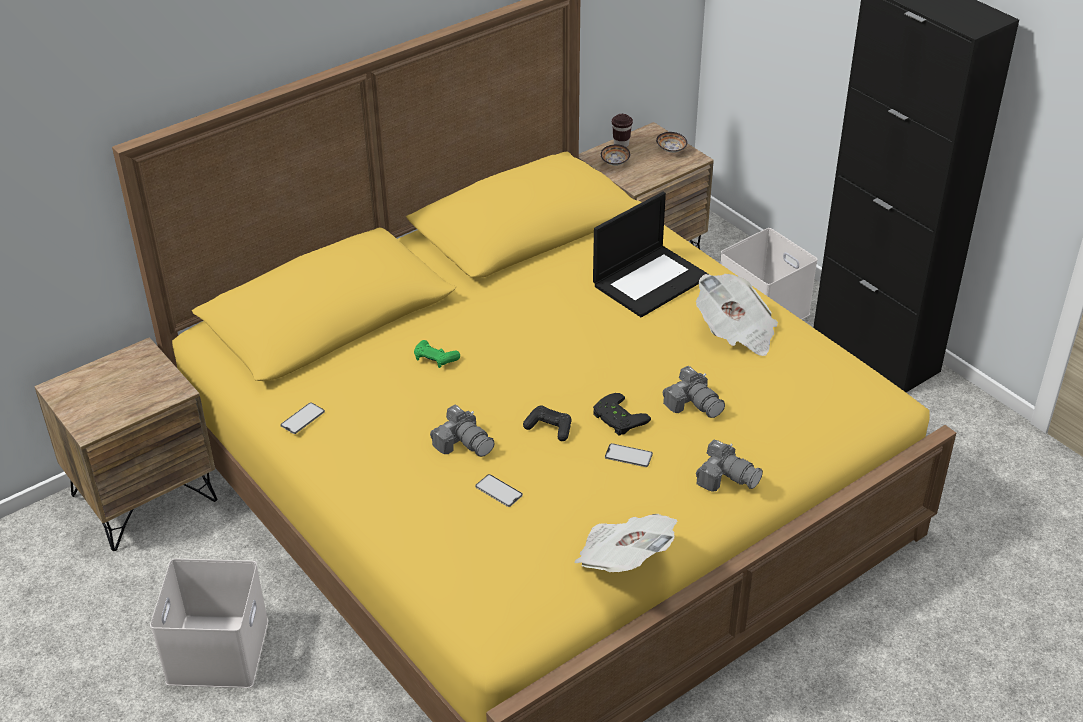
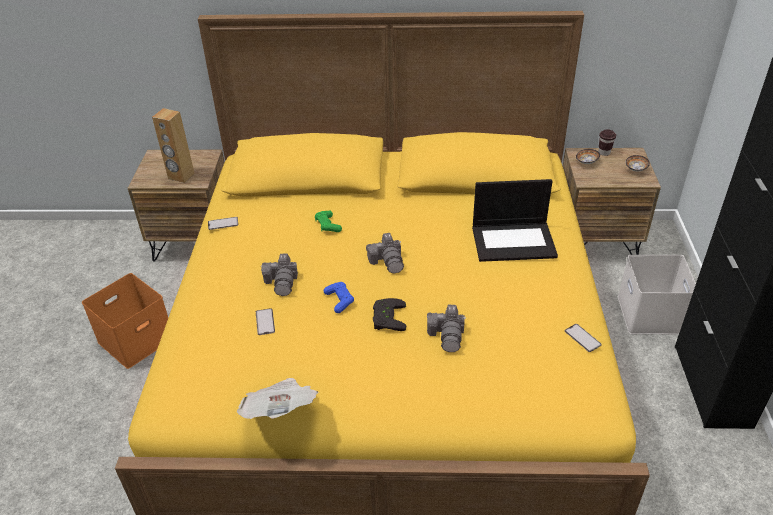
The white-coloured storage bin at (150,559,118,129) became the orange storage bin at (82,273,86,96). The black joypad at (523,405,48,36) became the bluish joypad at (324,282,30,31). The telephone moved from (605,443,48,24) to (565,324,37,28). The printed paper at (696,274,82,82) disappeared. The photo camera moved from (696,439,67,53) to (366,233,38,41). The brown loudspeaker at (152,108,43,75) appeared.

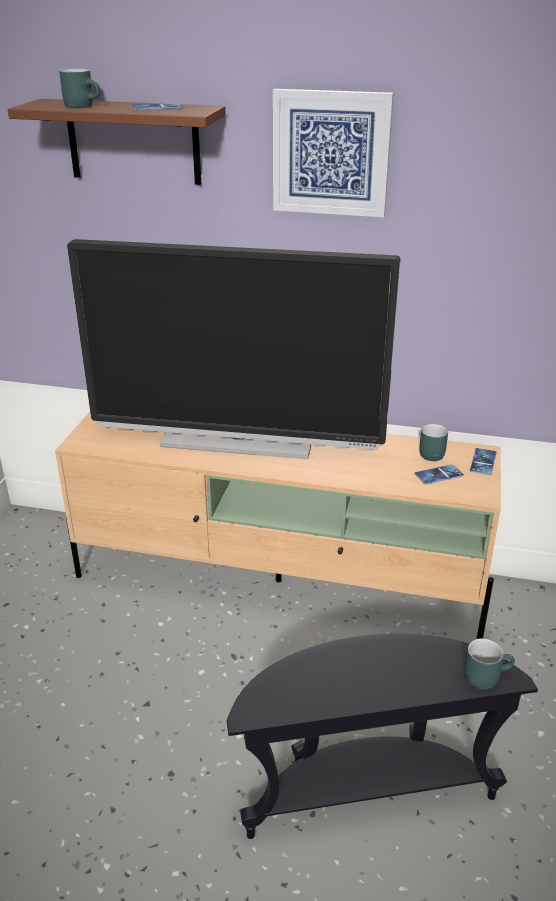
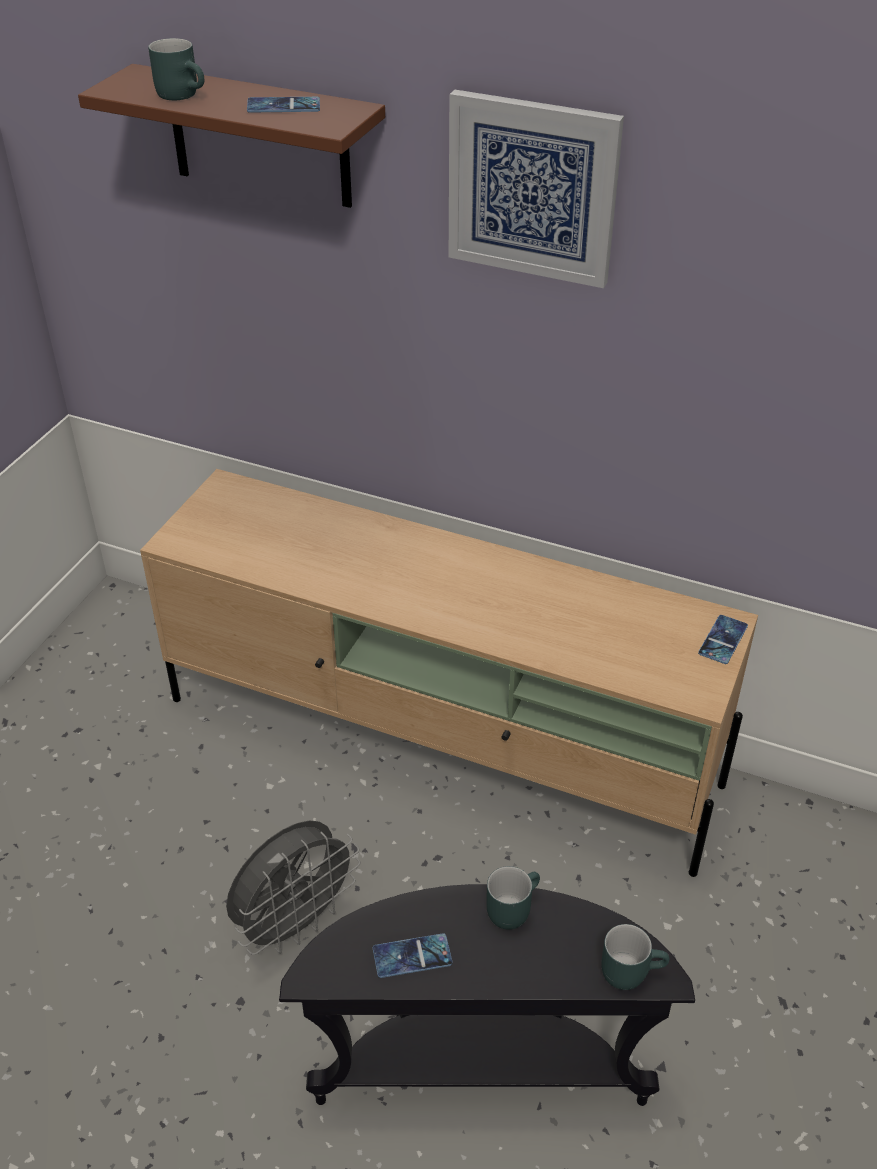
The television at (67,239,333,220) disappeared. The telephone moved from (415,464,49,20) to (373,933,80,45). The blue-green mug moved from (419,424,29,37) to (486,866,54,64). The gray electric fan at (226,821,134,134) appeared.

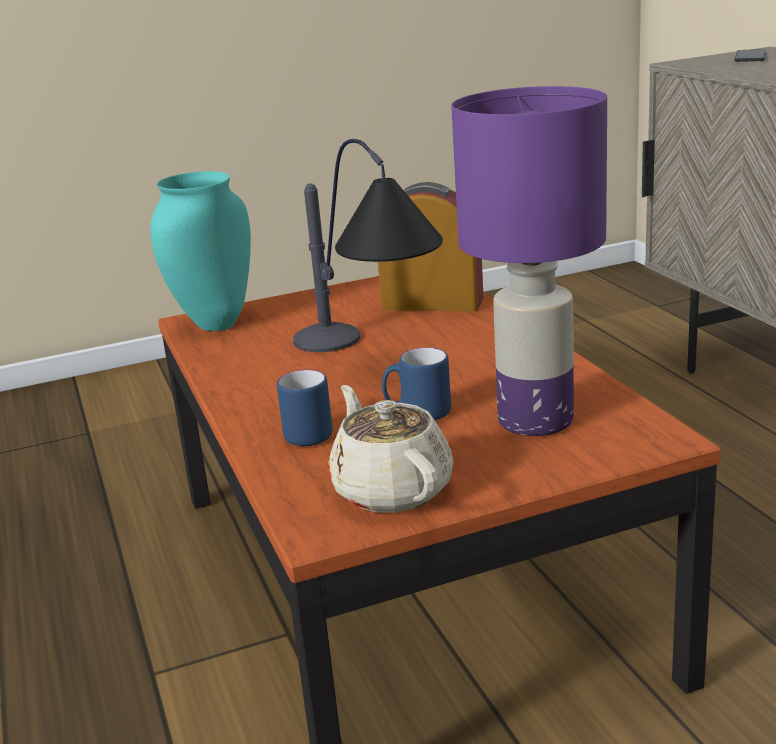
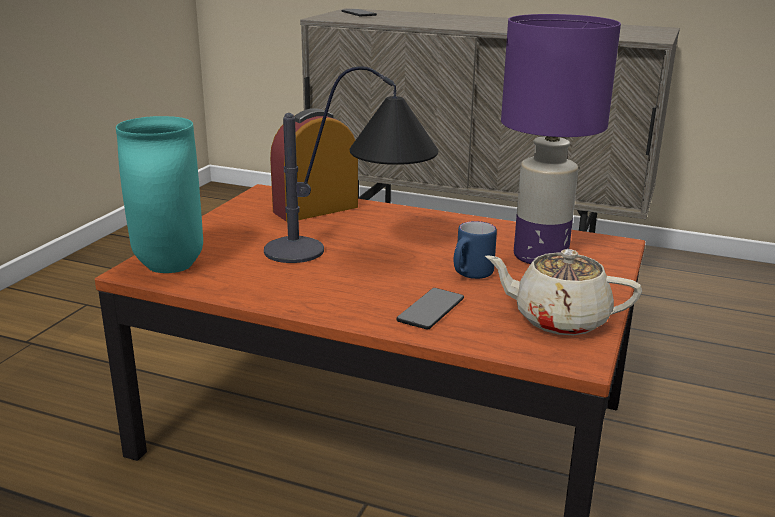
The bluish mug at (277,370,56,76) was replaced by the telephone at (397,288,67,42).

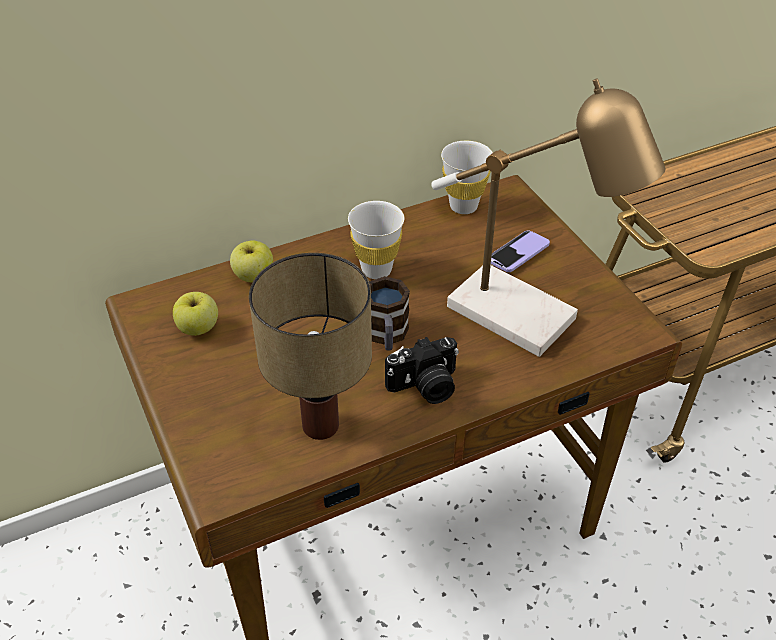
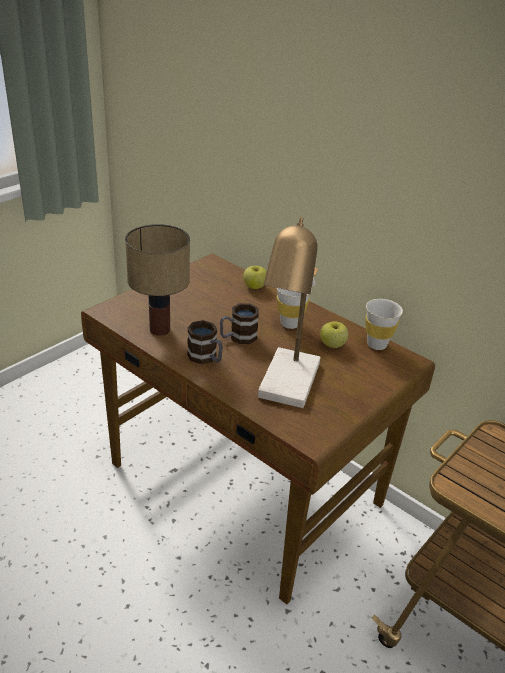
The apple moved from (173,292,45,44) to (320,321,28,27). The photo camera at (385,337,74,67) was replaced by the mug at (187,320,36,44). The telephone at (491,231,59,41) disappeared.

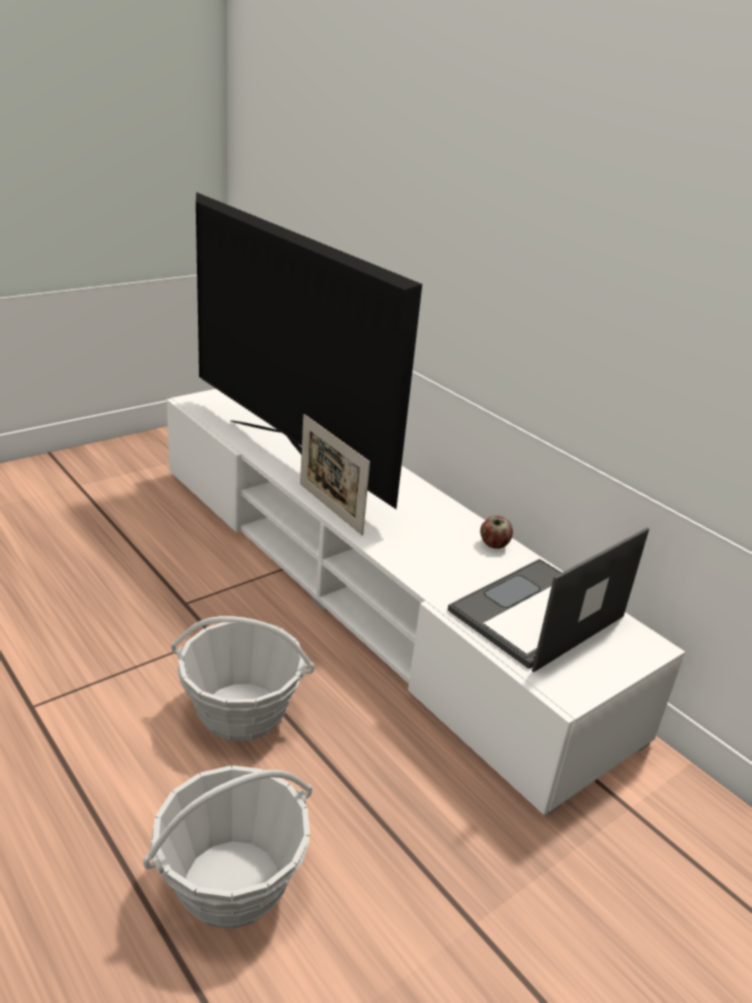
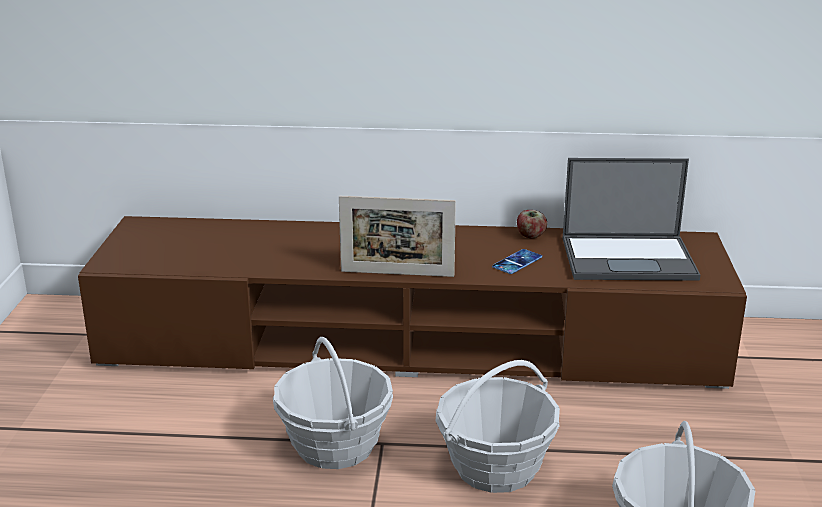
The white-coloured tv unit at (167,389,518,426) became the brown tv unit at (78,216,669,173). The television at (196,192,226,317) disappeared. The portable computer at (448,527,201,145) turned 90 degrees counterclockwise. The household basket at (273,337,120,132) appeared. The telephone at (492,249,50,25) appeared.

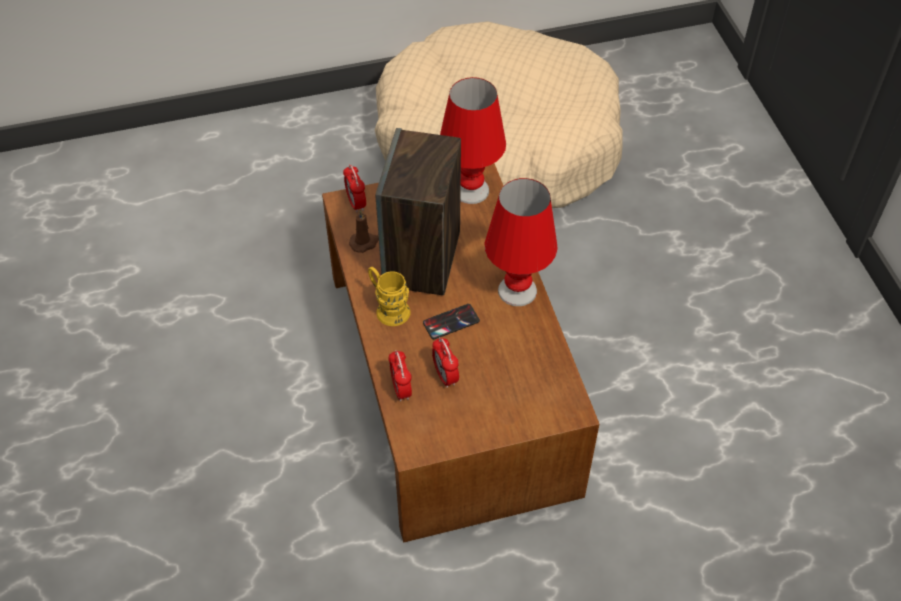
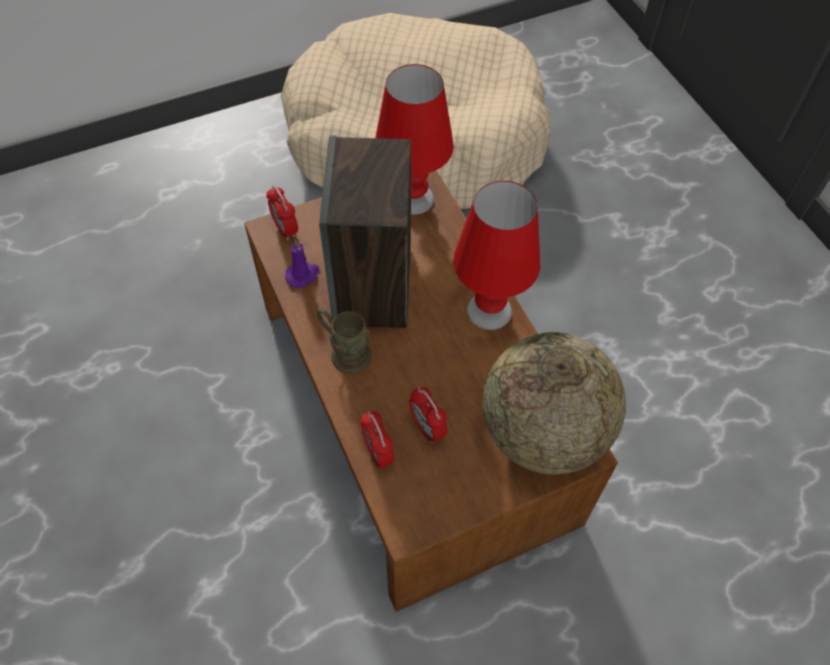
The brown wax light at (349,210,30,43) became the purplish wax light at (285,239,34,49). The yellow-coloured mug at (368,267,43,59) became the brown mug at (317,308,55,66). The telephone at (423,304,57,35) disappeared. The desk globe at (482,332,144,142) appeared.

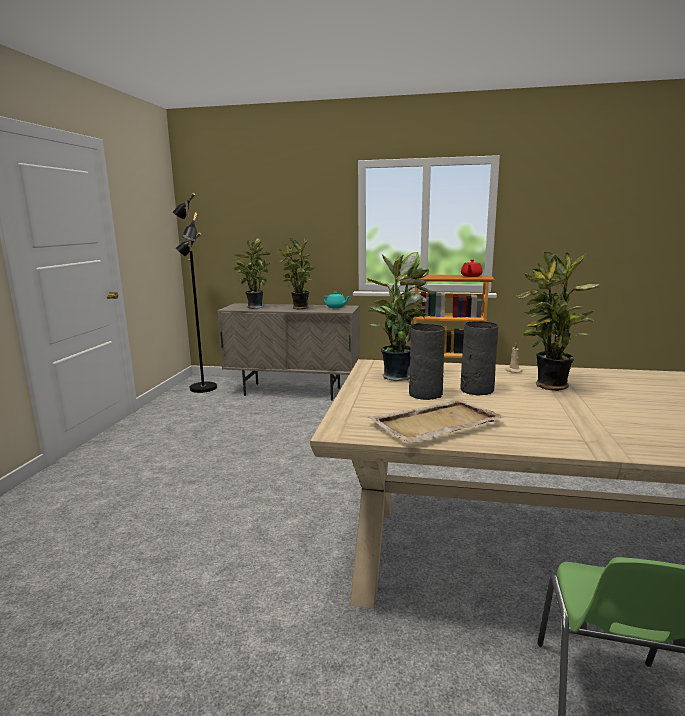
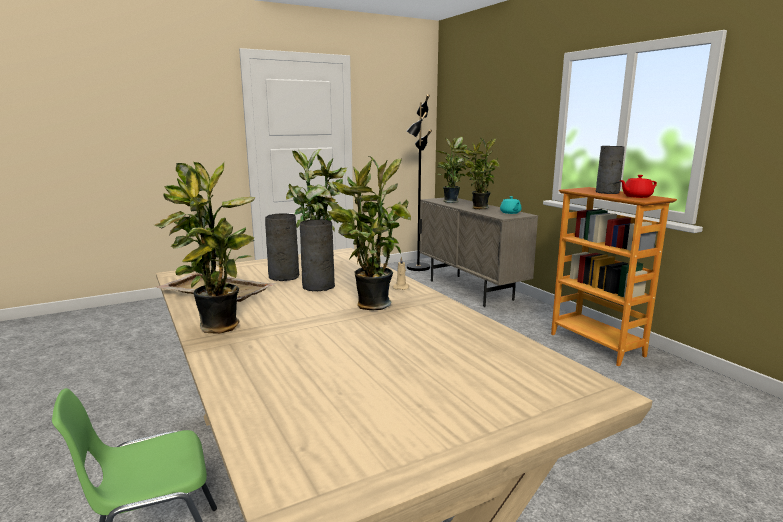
The plant in a pot at (155,161,100,173) appeared. The gray decorative vase at (596,146,29,48) appeared.

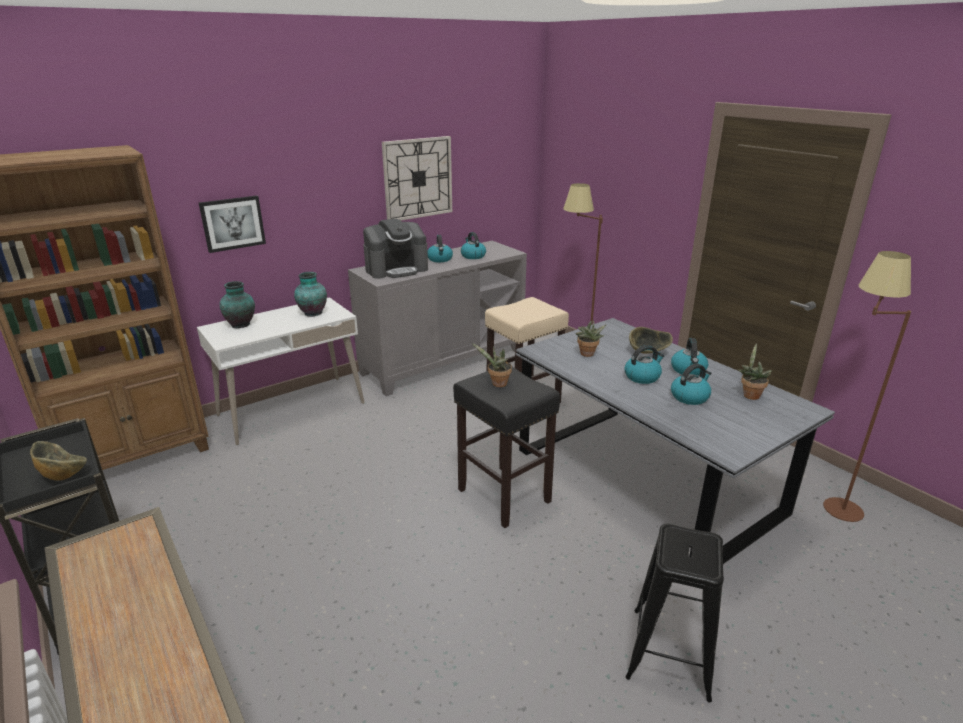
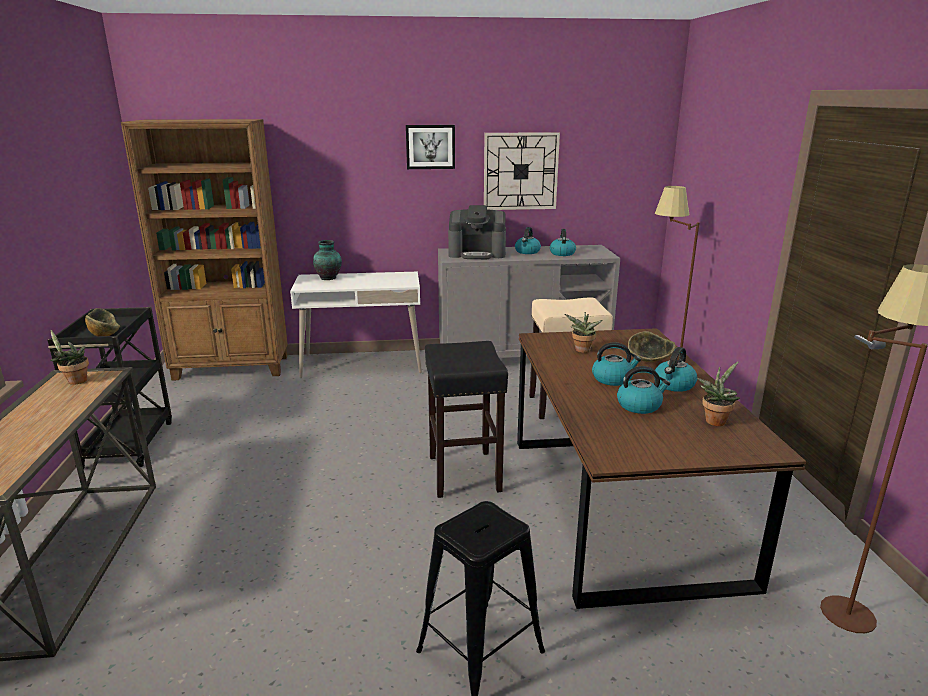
The wall art moved from (199,196,67,57) to (406,125,49,44). The decorative vase at (294,272,33,45) disappeared. The plant in a pot moved from (472,343,40,44) to (50,330,39,55). The gray kitchen table at (516,318,319,246) became the brown kitchen table at (517,328,289,281).

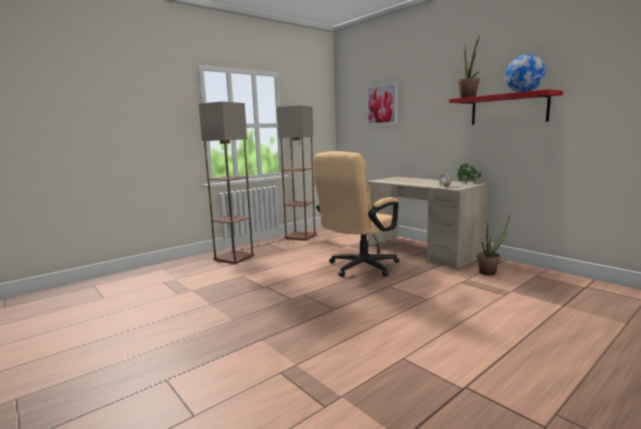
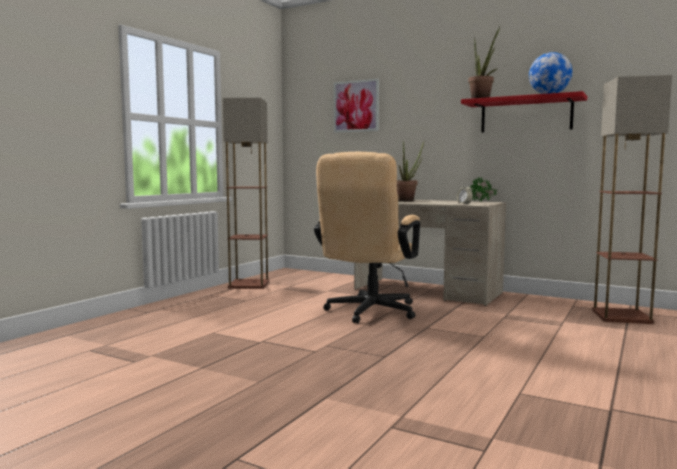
The standard lamp moved from (199,101,55,163) to (592,75,80,249). The plant in a pot moved from (477,216,33,59) to (397,141,27,61).

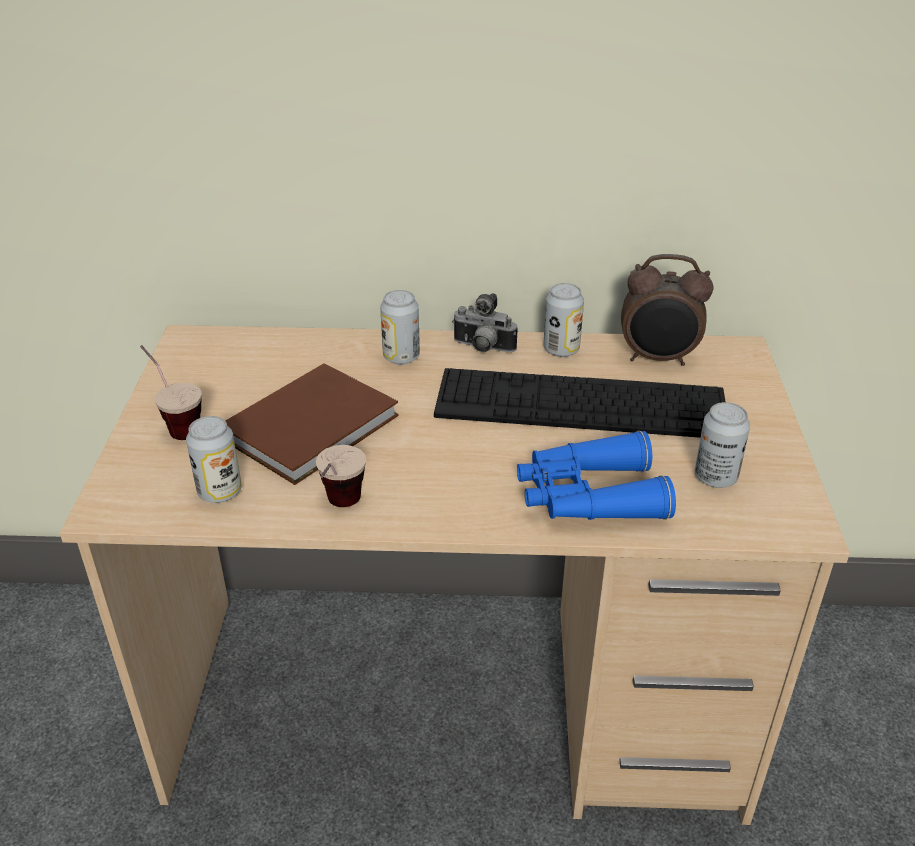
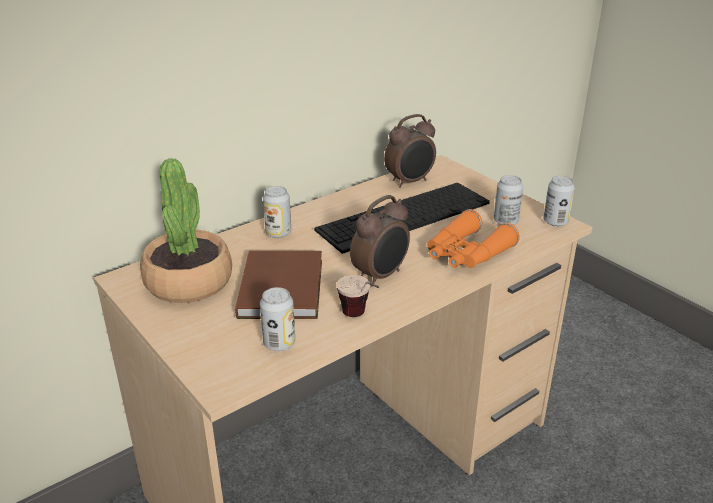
The cup at (140,345,62,95) disappeared. The photo camera at (452,293,65,59) disappeared. The bluish pair of binoculars at (517,431,159,89) became the orange pair of binoculars at (427,209,93,59). The can moved from (543,283,41,74) to (544,176,31,51). The plant in a pot at (140,158,92,145) appeared. The alarm clock at (350,195,60,92) appeared.

